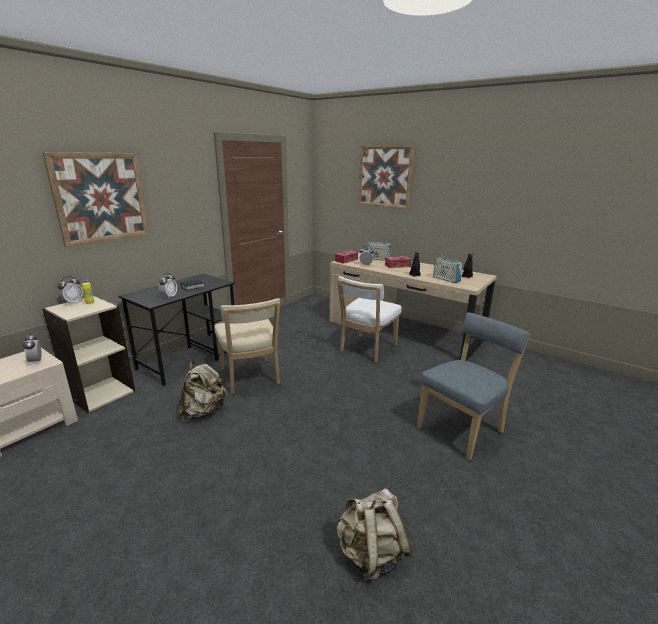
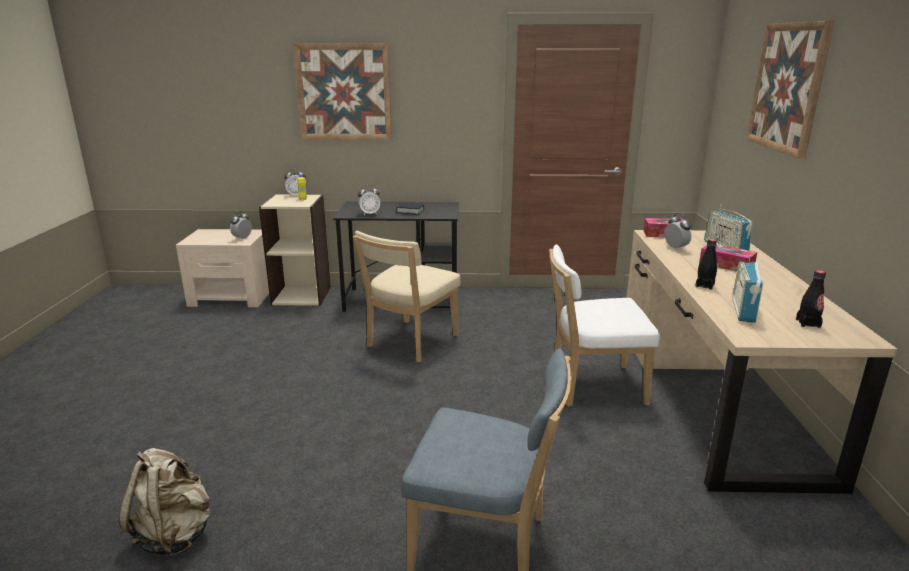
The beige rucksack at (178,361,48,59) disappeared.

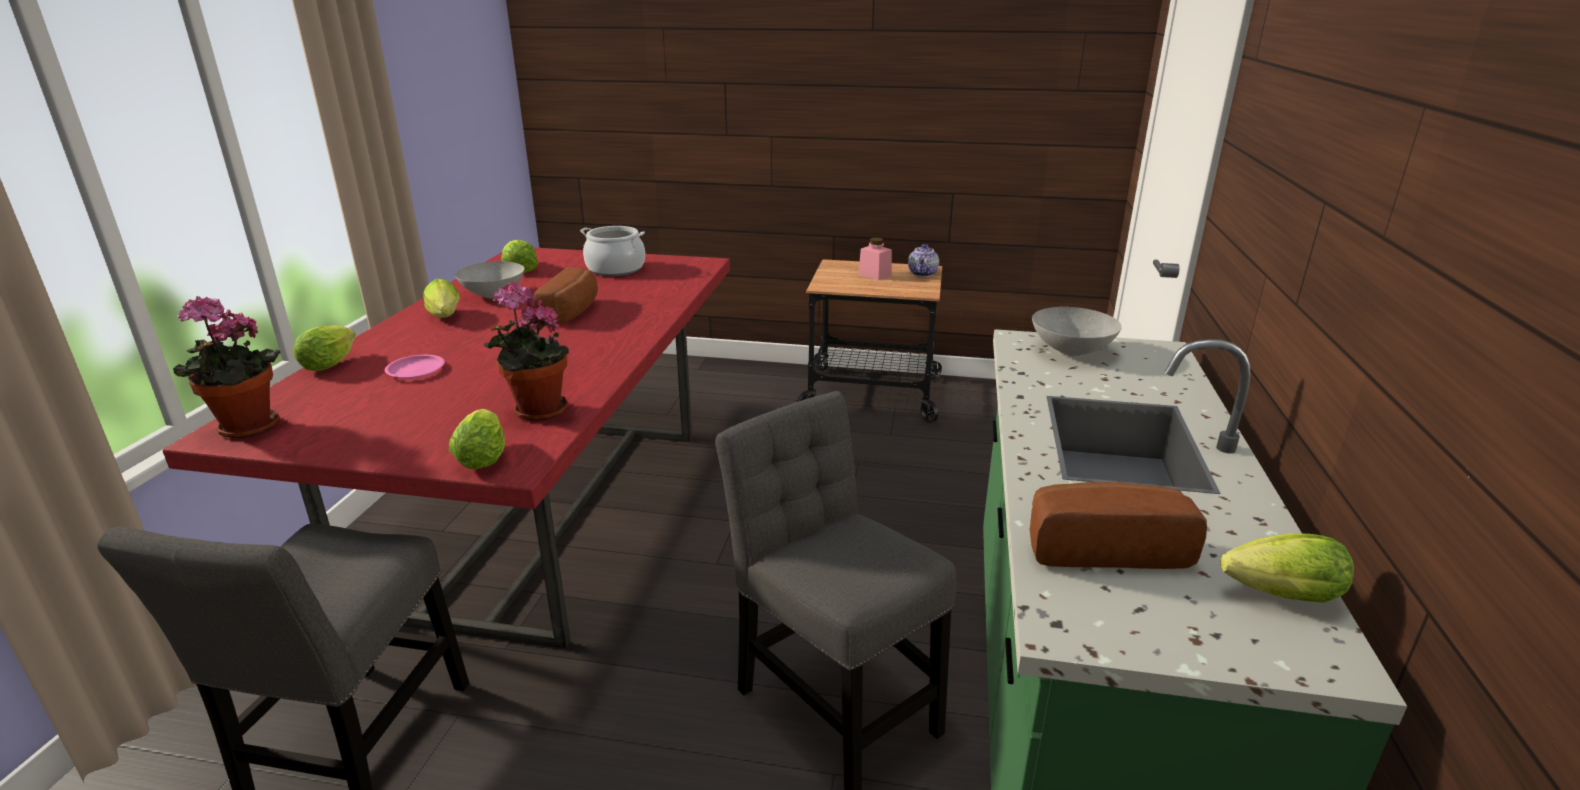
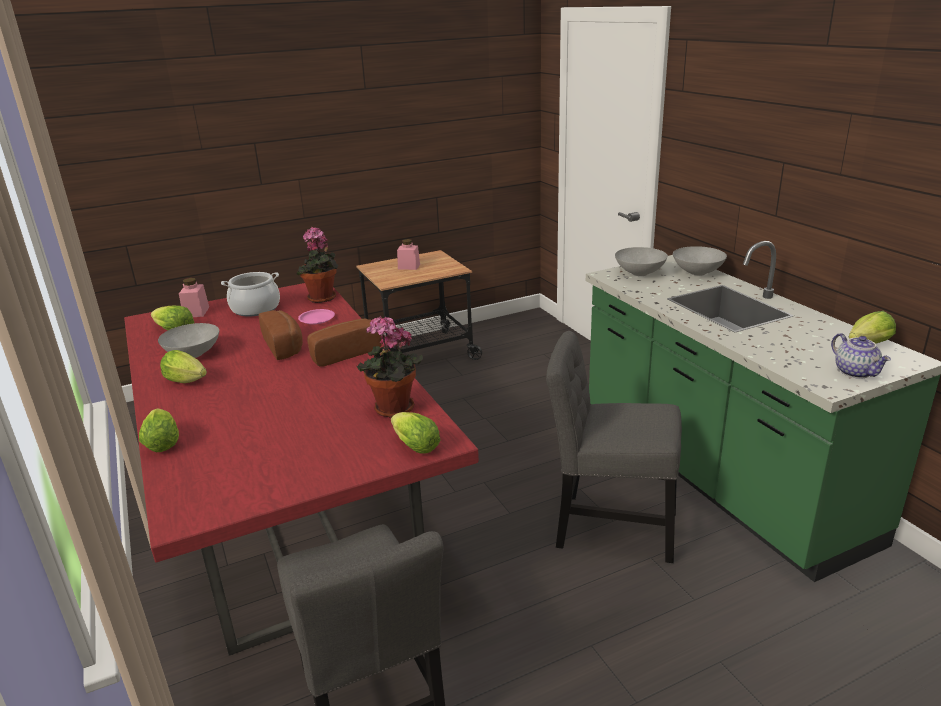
The plant in a pot moved from (173,296,108,142) to (296,227,42,76). The pink dinner plate moved from (385,355,60,24) to (298,309,37,15). The pot for tea moved from (908,244,31,33) to (831,333,60,46). The baked bread moved from (1030,482,177,87) to (307,318,75,49). The pink storage jar at (179,278,30,39) appeared. The gray deep dish at (673,246,54,30) appeared.

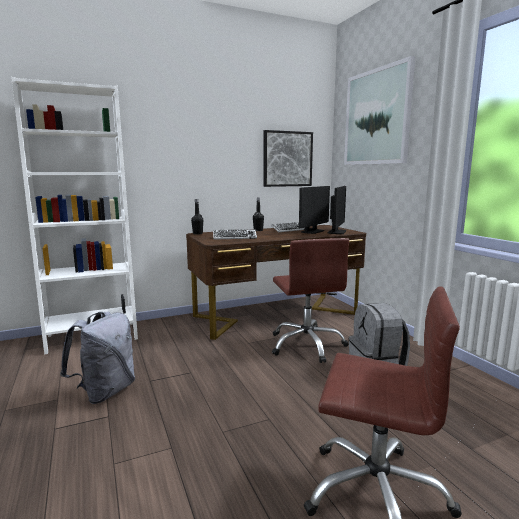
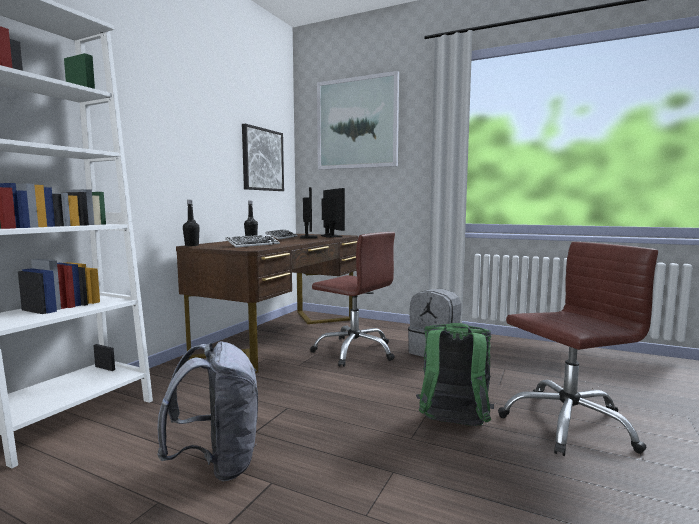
The greenish rucksack at (416,323,78,103) appeared.

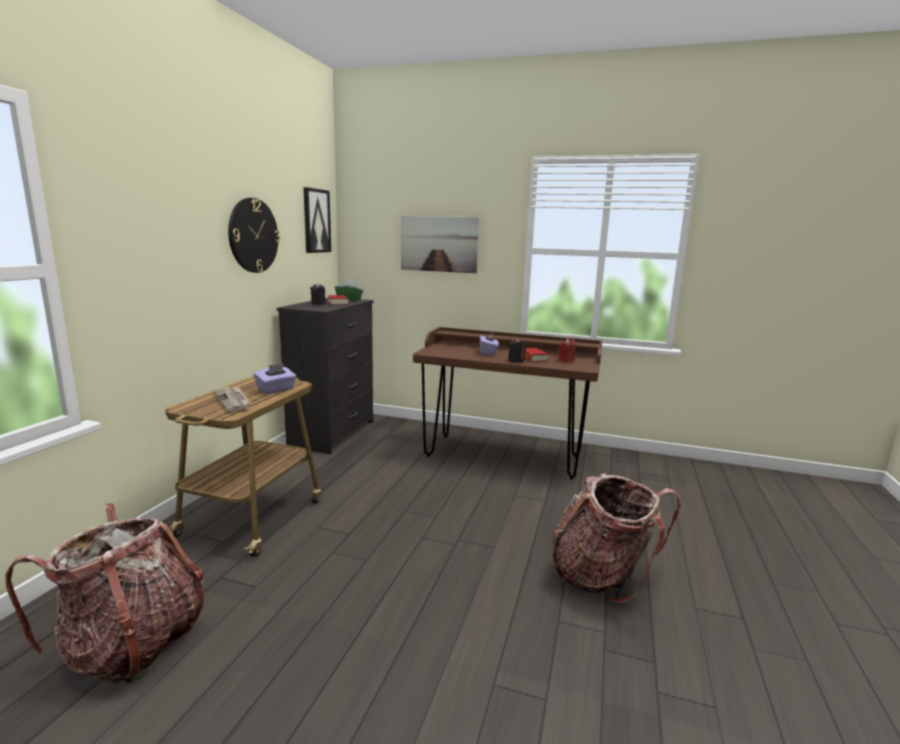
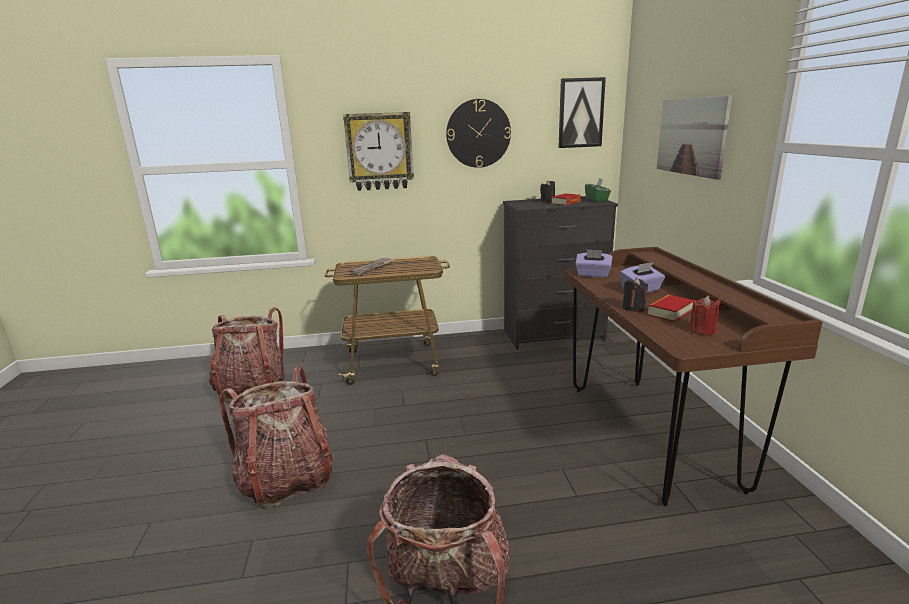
The purplish box of tissues moved from (254,363,42,31) to (575,249,38,29). The rucksack at (219,366,115,143) appeared. The hanging clock at (343,112,71,79) appeared.

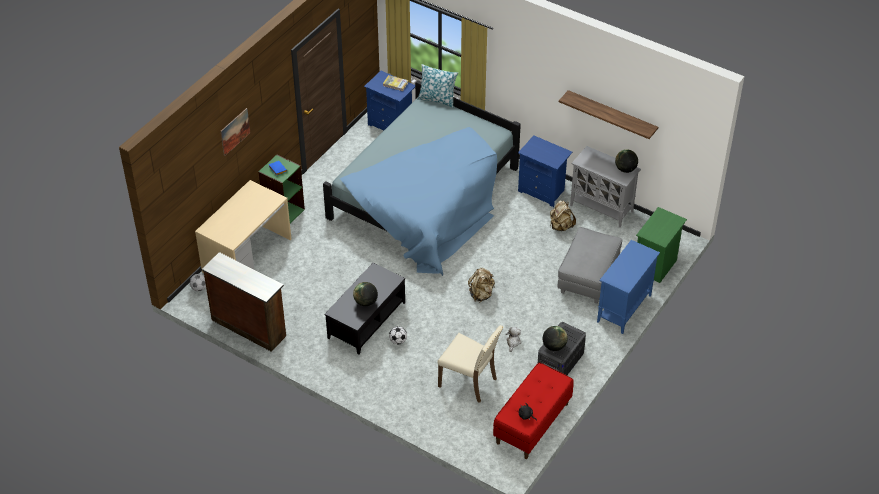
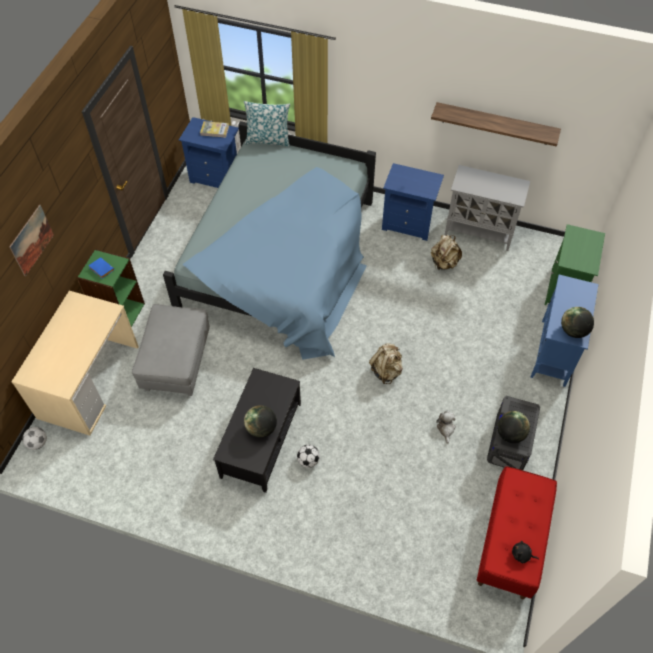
The brown chest of drawers at (202,252,84,100) disappeared. The beige chair at (437,325,67,78) disappeared. The gray footrest moved from (558,227,64,77) to (132,304,78,92). The desk globe moved from (615,149,23,24) to (561,307,33,31).

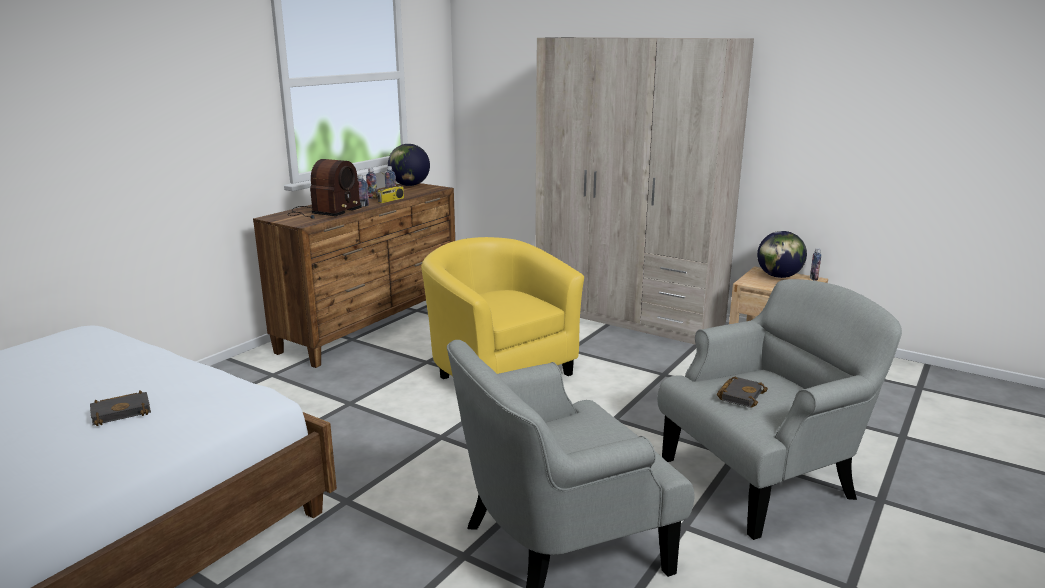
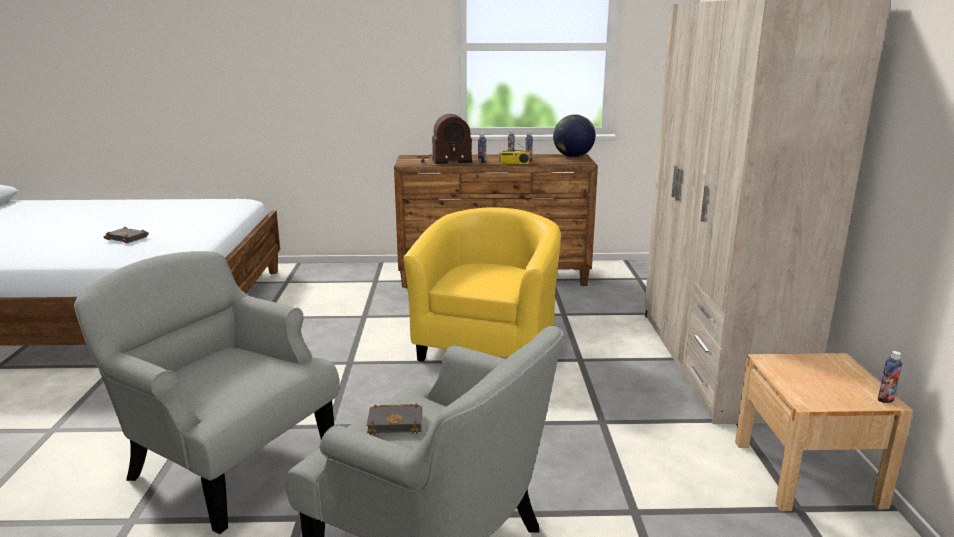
The desk globe at (757,231,50,47) disappeared.

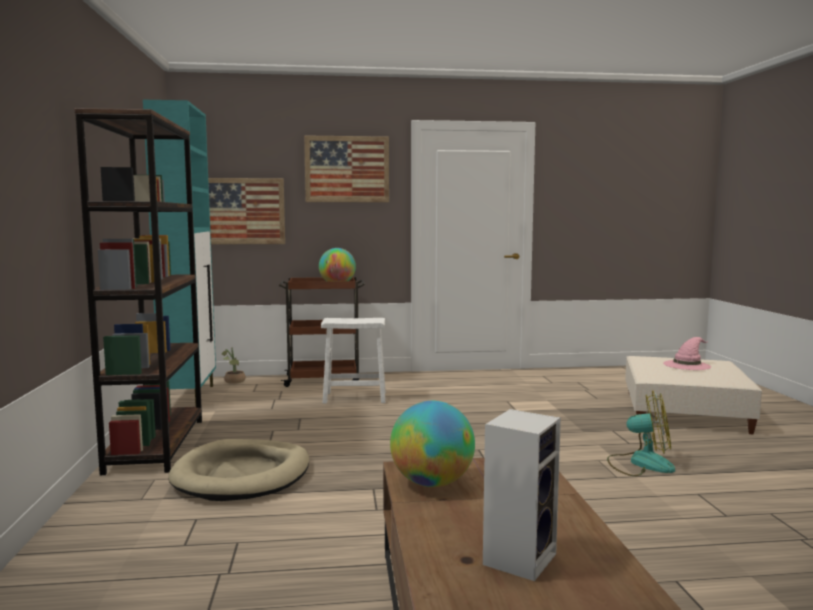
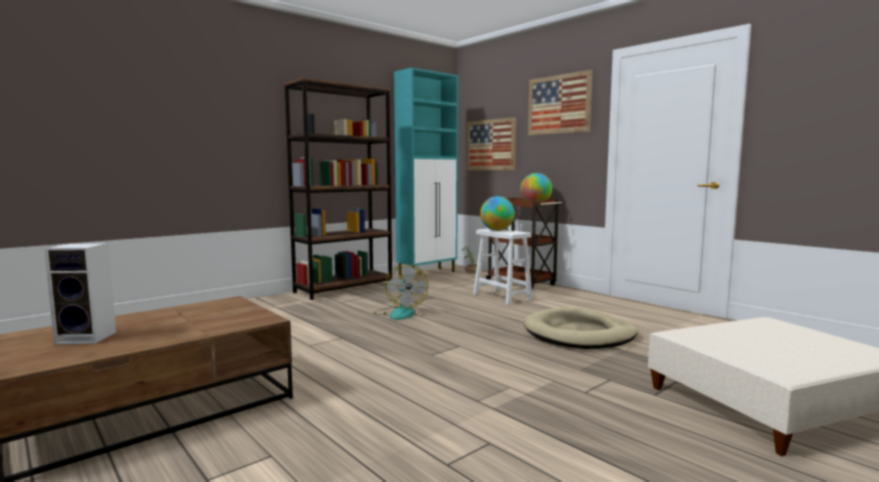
The beige pet bed moved from (168,439,141,62) to (524,307,114,42). The desk globe moved from (390,401,85,86) to (480,196,35,35). The electric fan moved from (607,391,68,85) to (374,264,54,56). The pink wearable hat at (663,337,48,33) disappeared.

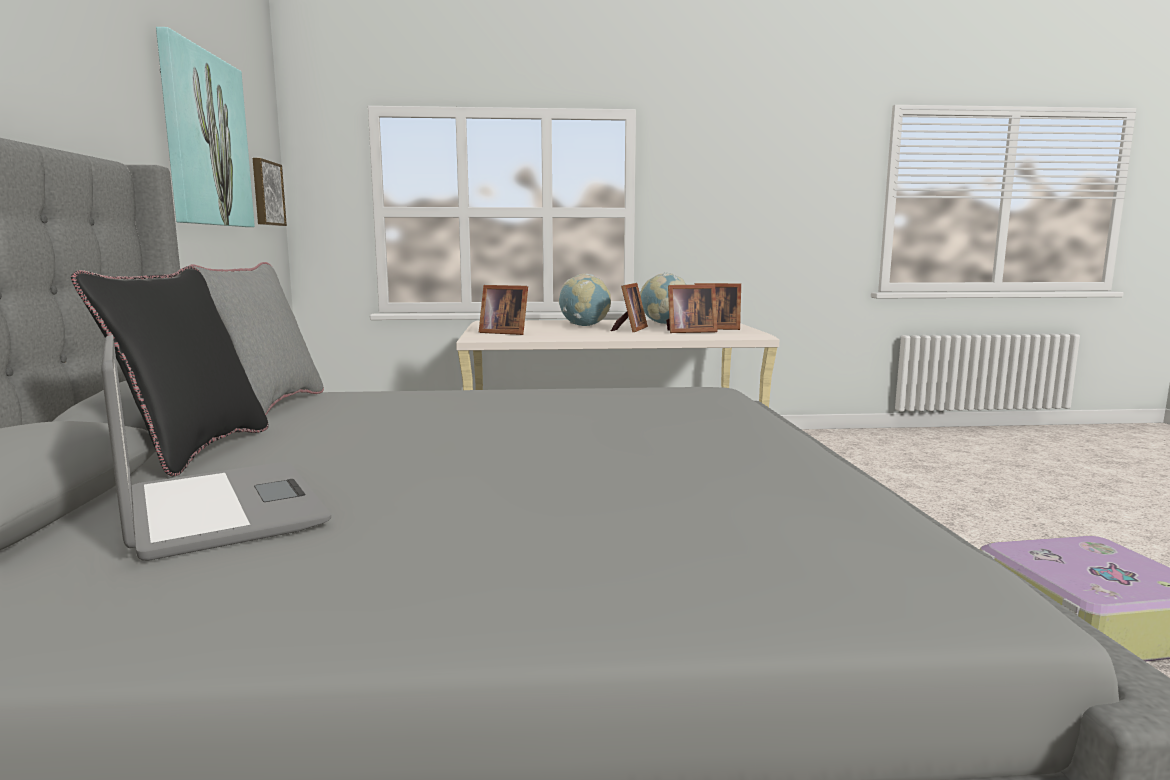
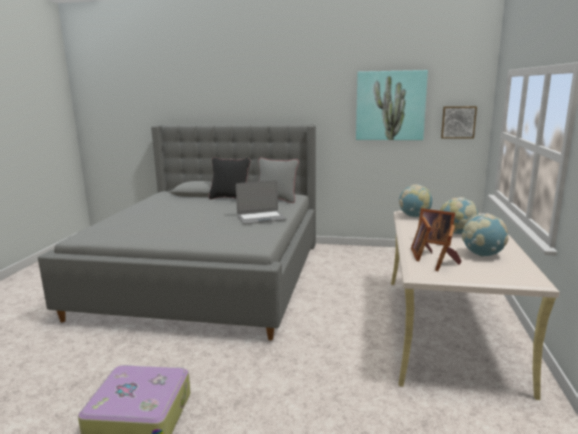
The portable computer moved from (101,335,230,226) to (236,180,51,44). The photo frame at (479,285,49,50) was replaced by the desk globe at (399,184,33,33).

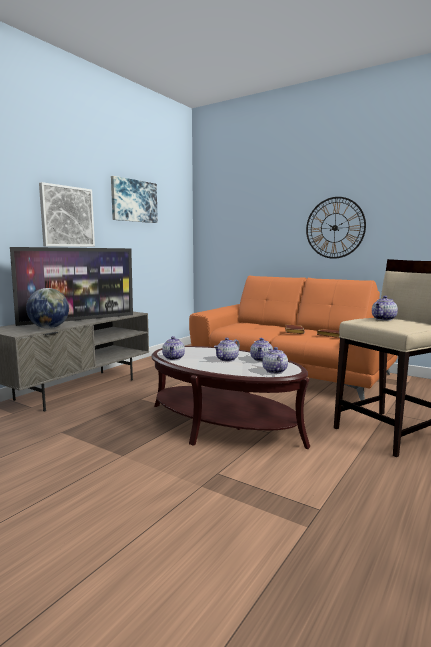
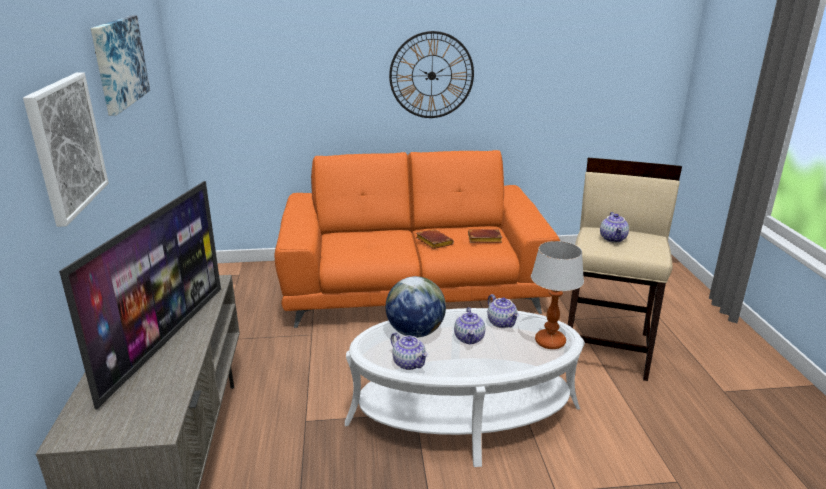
The desk globe moved from (26,288,43,40) to (386,276,60,62). The brown lounge table at (151,346,159,103) became the white-coloured lounge table at (345,308,240,159). The pot for tea at (262,347,26,27) was replaced by the tabletop lamp at (531,241,53,108).

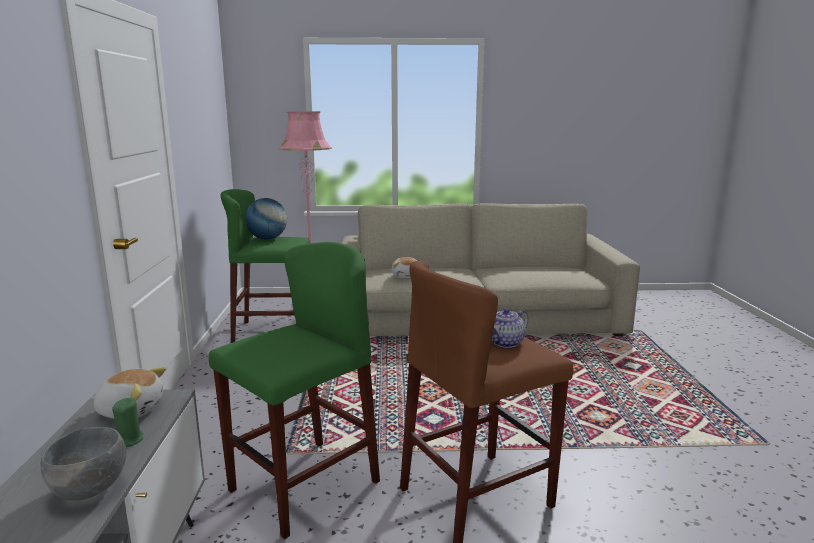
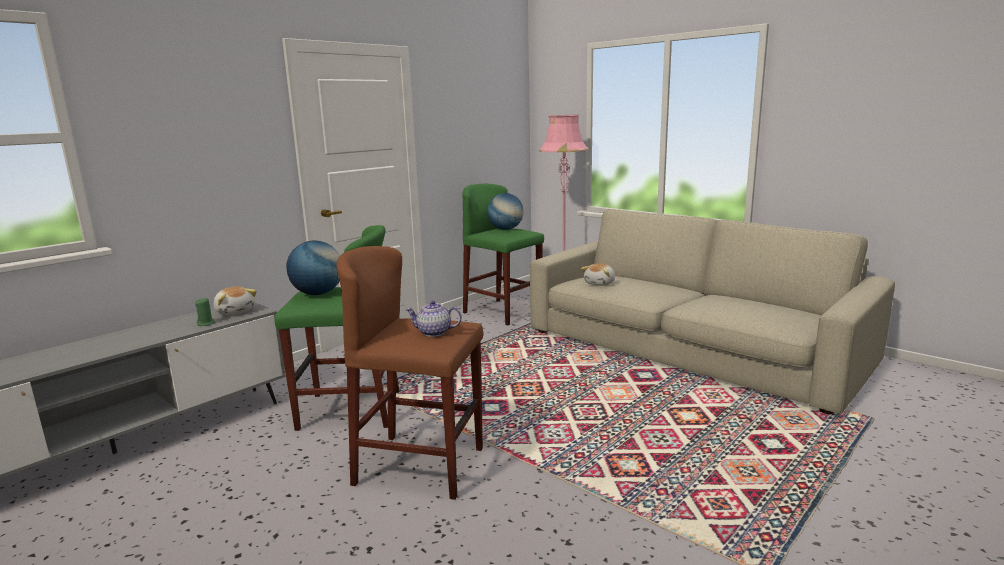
The gray deep dish at (40,427,86,74) disappeared. The desk globe at (286,241,54,54) appeared.

